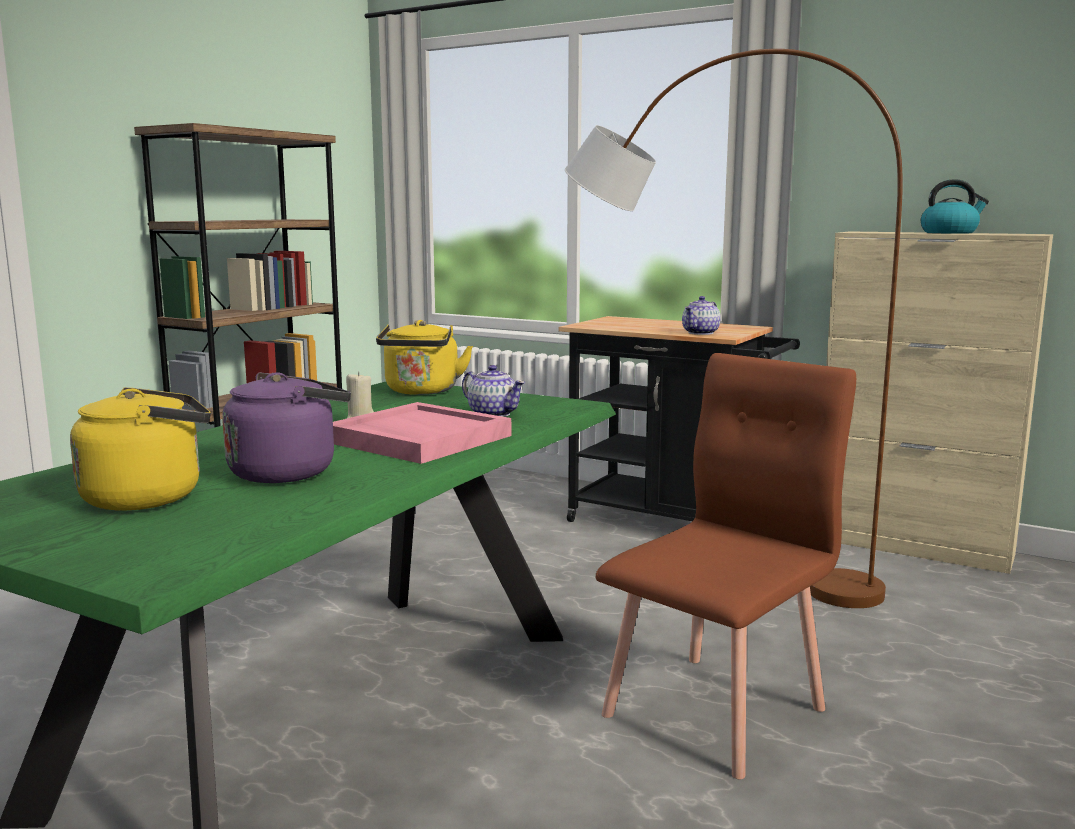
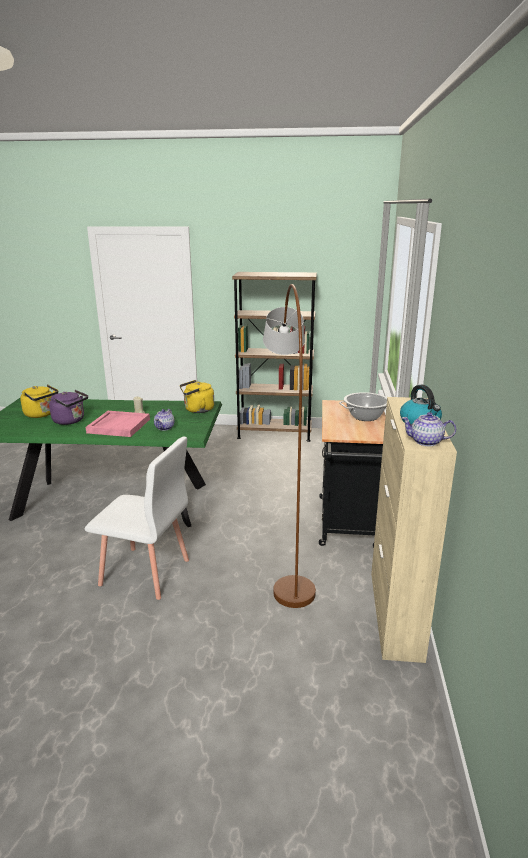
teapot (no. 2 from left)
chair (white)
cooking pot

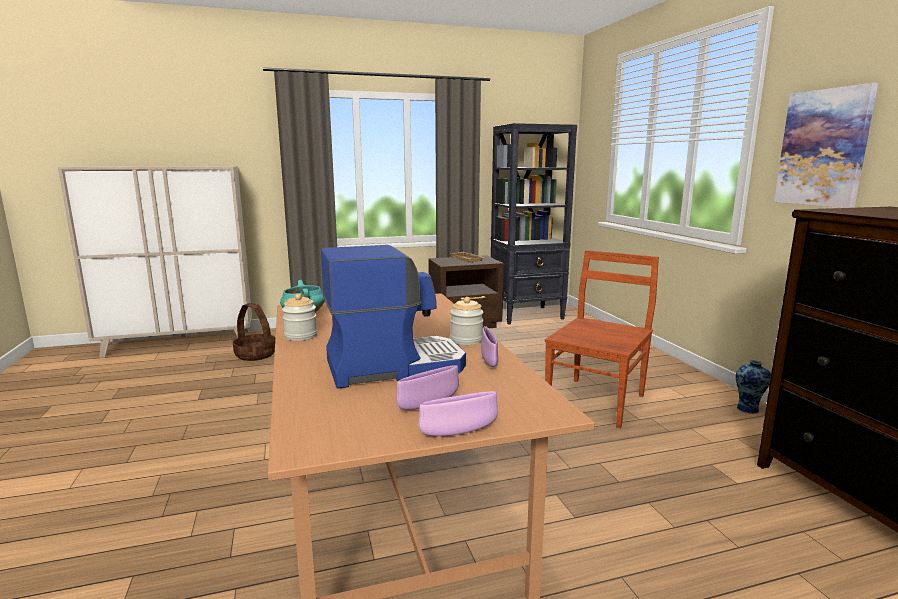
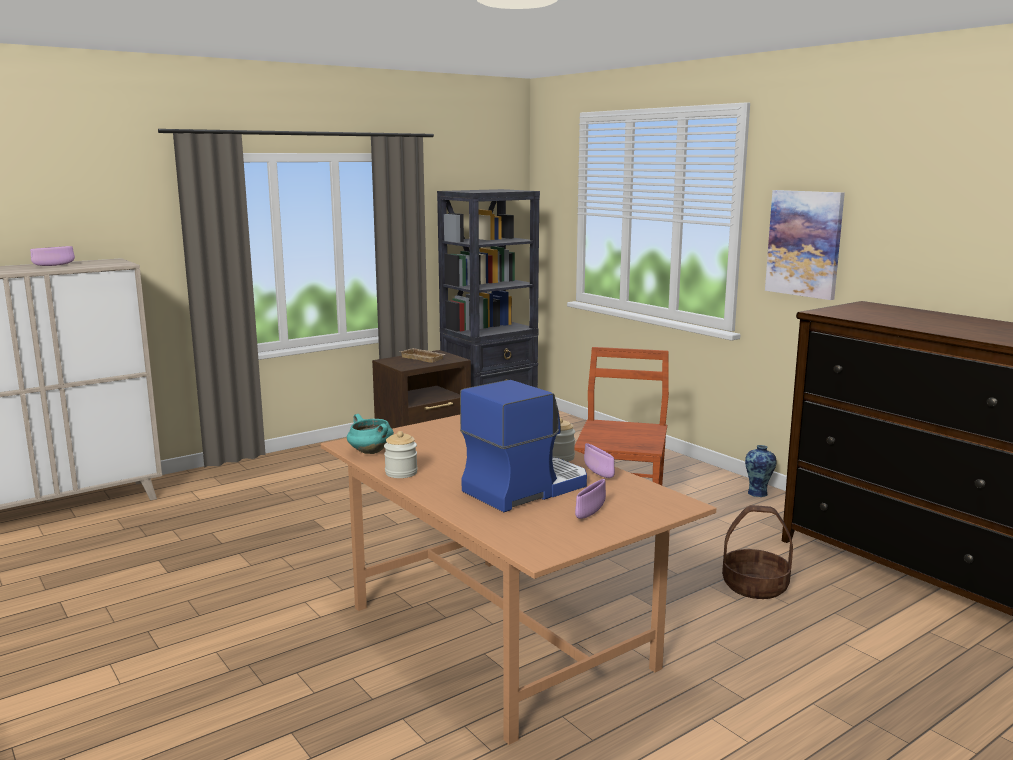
basket
bowl (purple) (no. 1 from left)

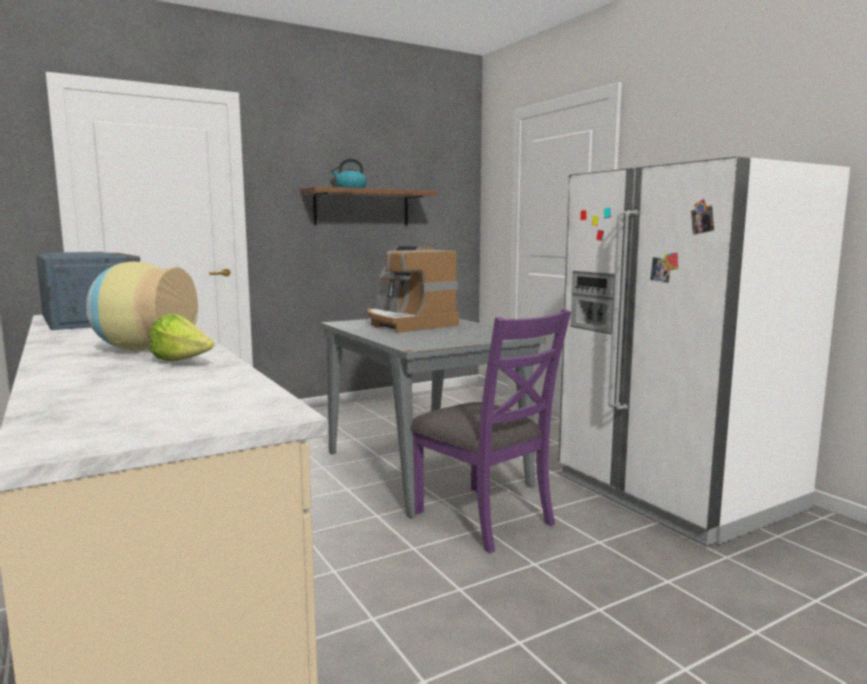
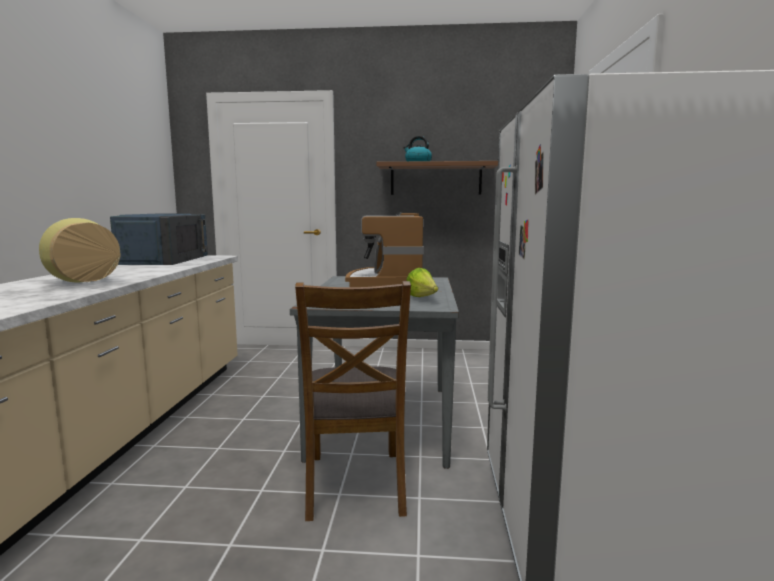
chair (brown)
lettuce

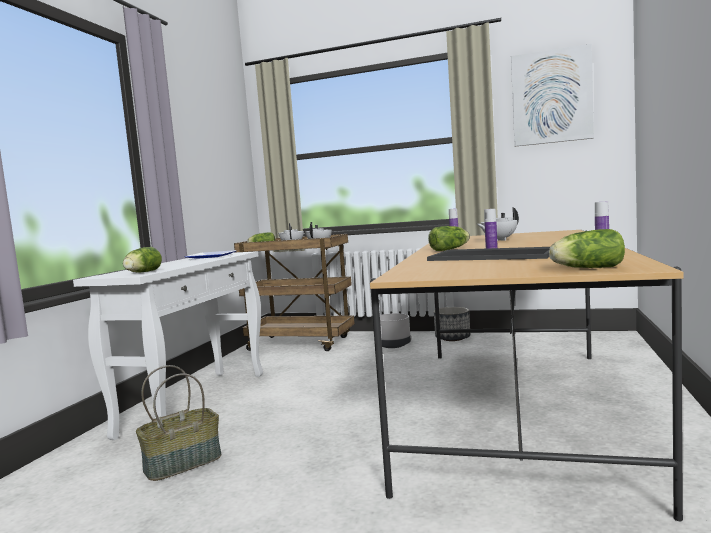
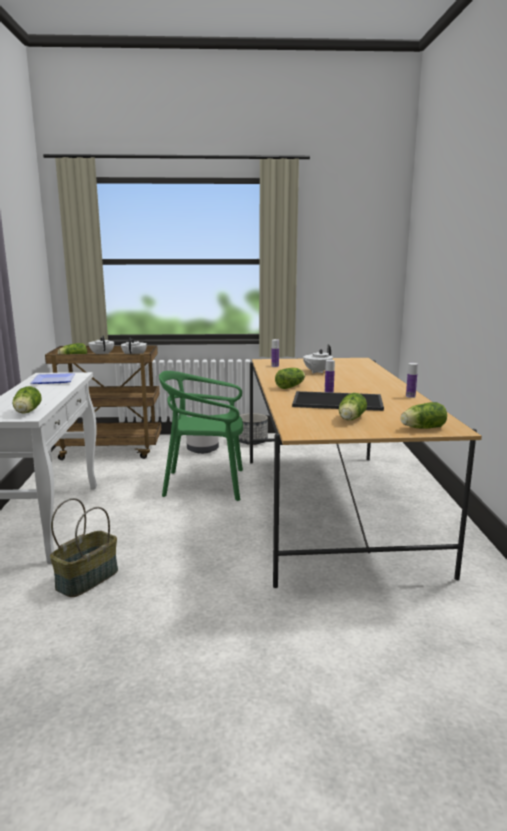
picture
chair (green)
lettuce (no. 4 from left)

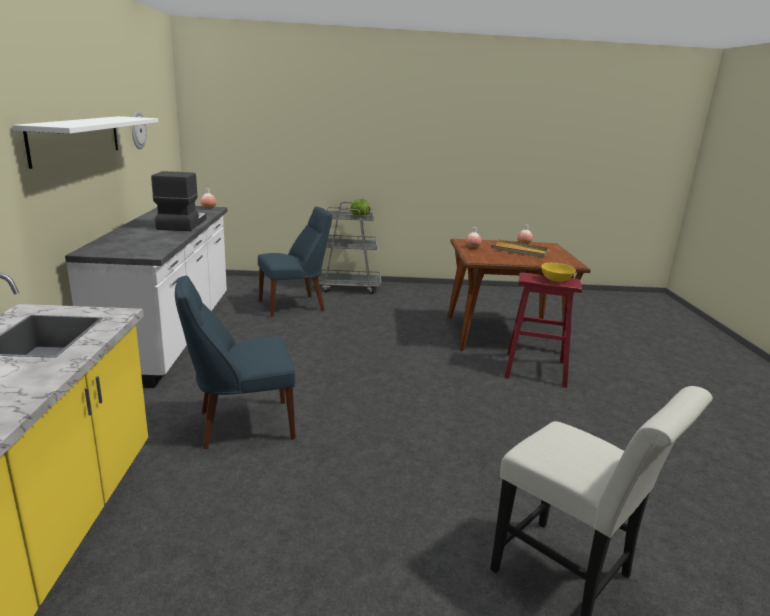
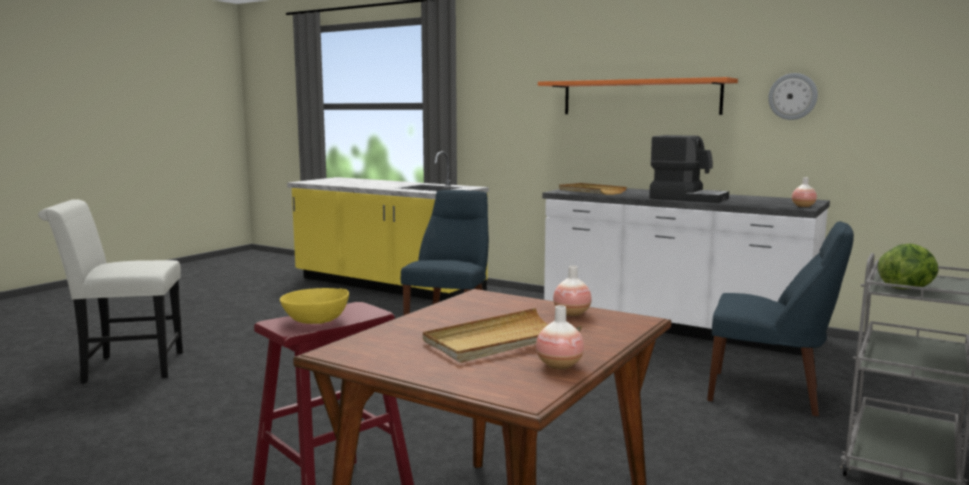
shelf (orange)
chair (blue) (no. 2 from left)
tray (beige) (no. 2 from left)

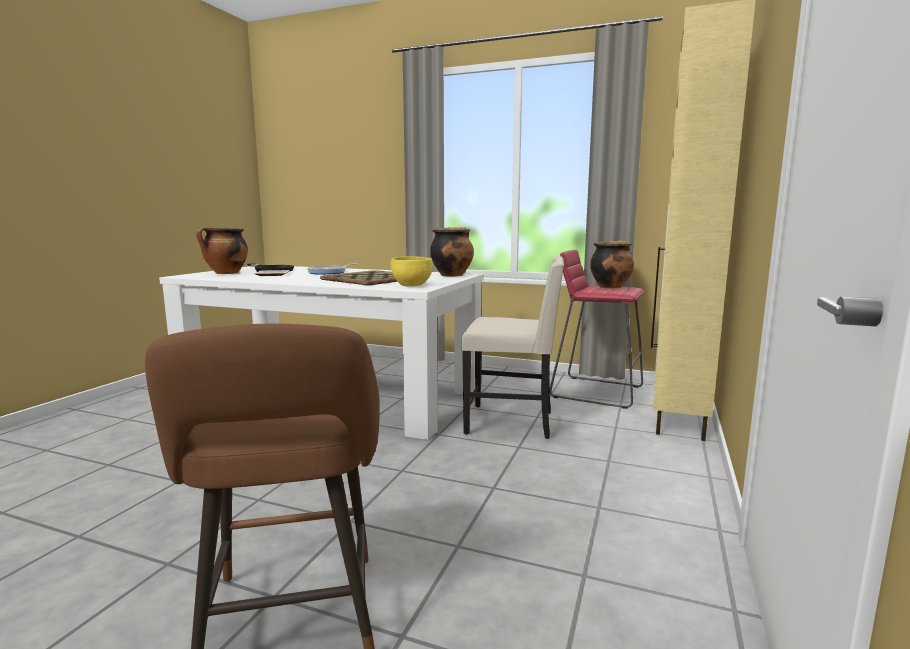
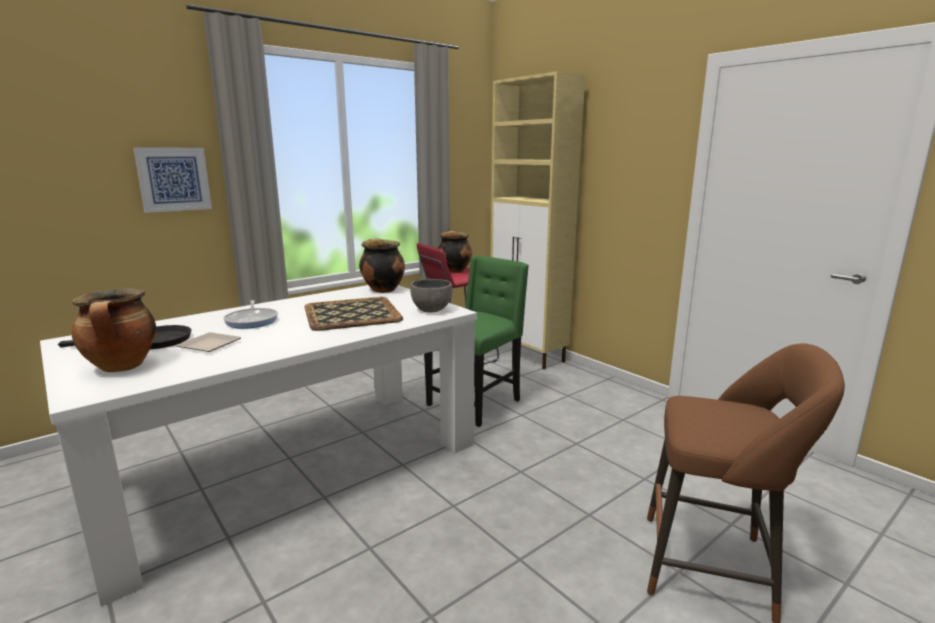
bowl (grey)
chair (green)
picture

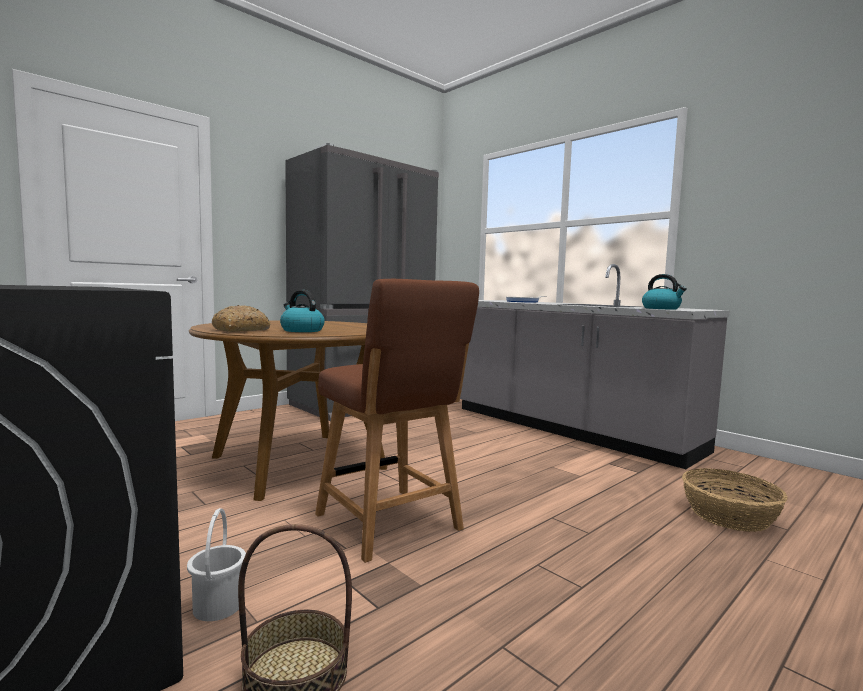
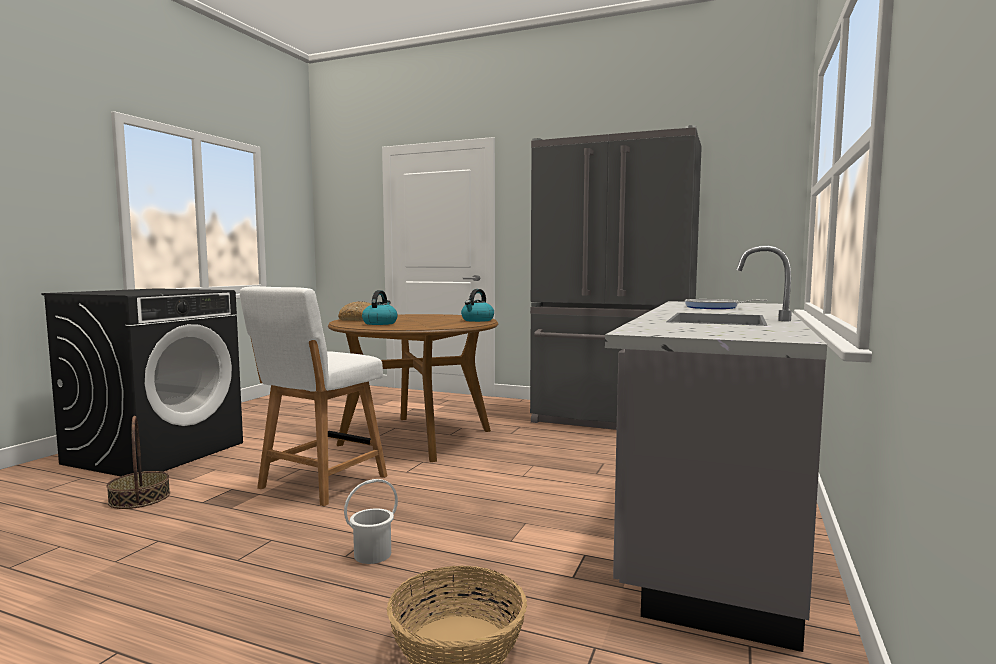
kettle (no. 2 from left)
chair (white)
bucket (white)

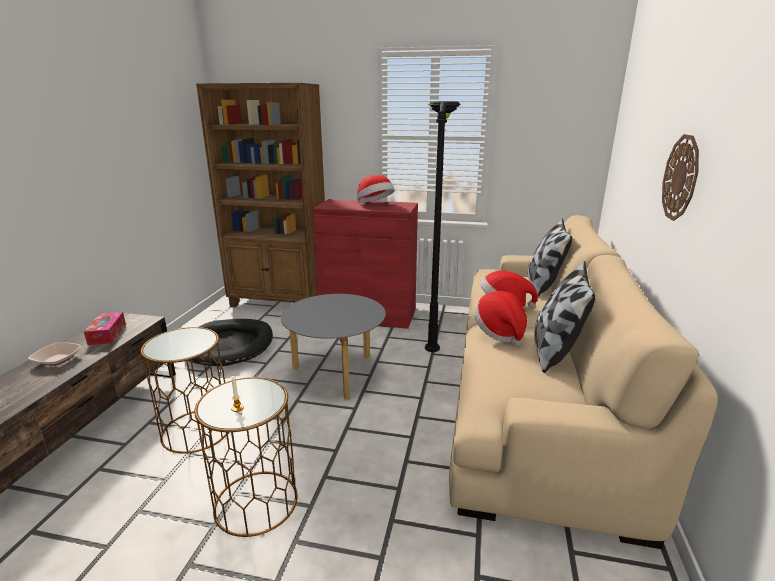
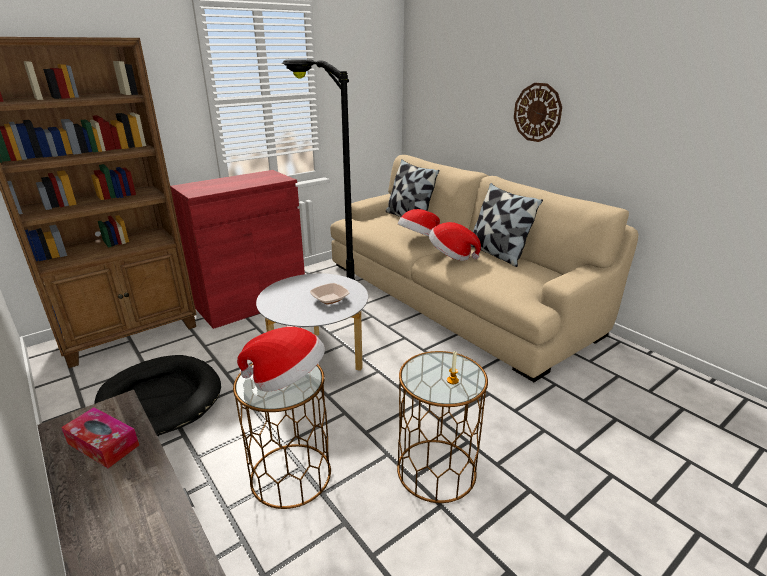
hat (no. 1 from left)
bowl

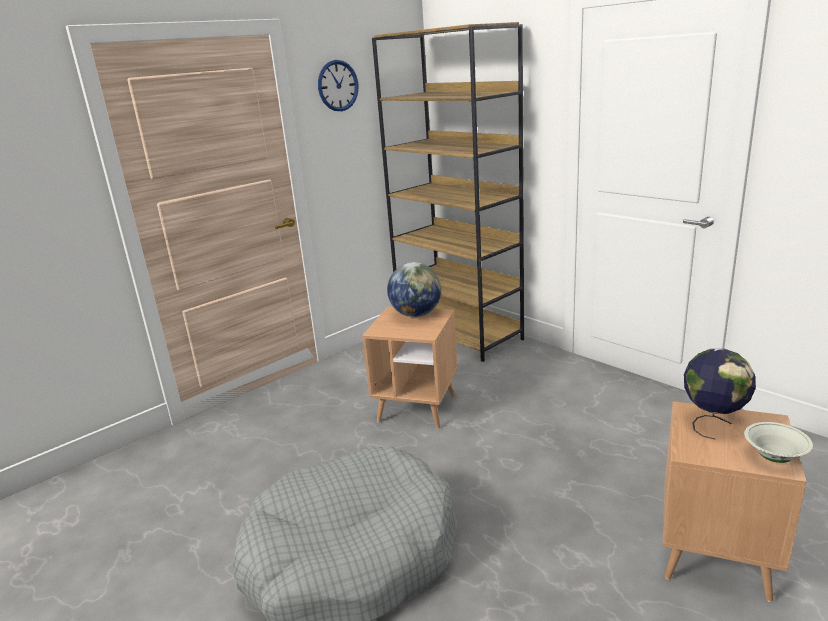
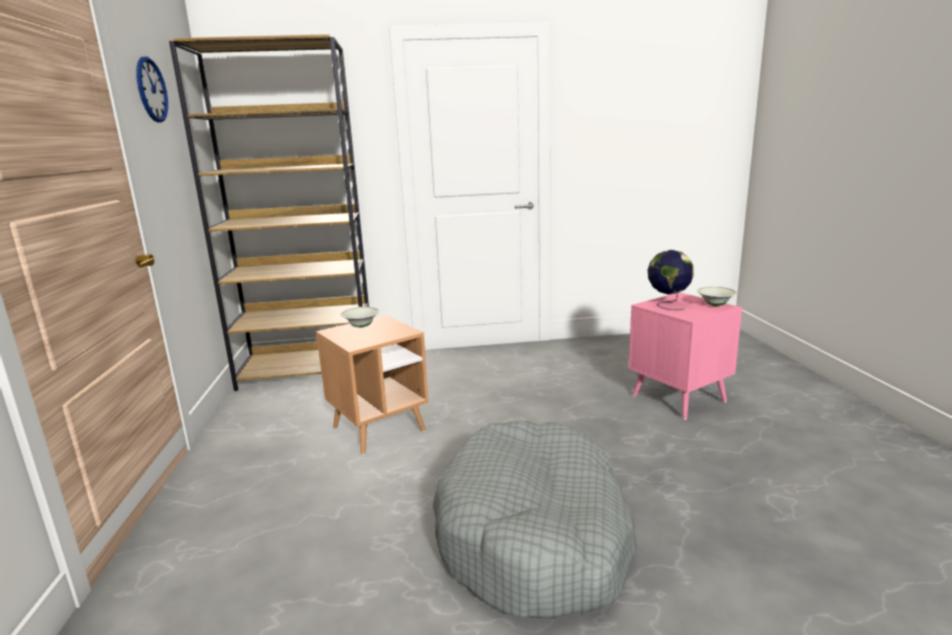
bowl (white) (no. 1 from left)
side table (pink)

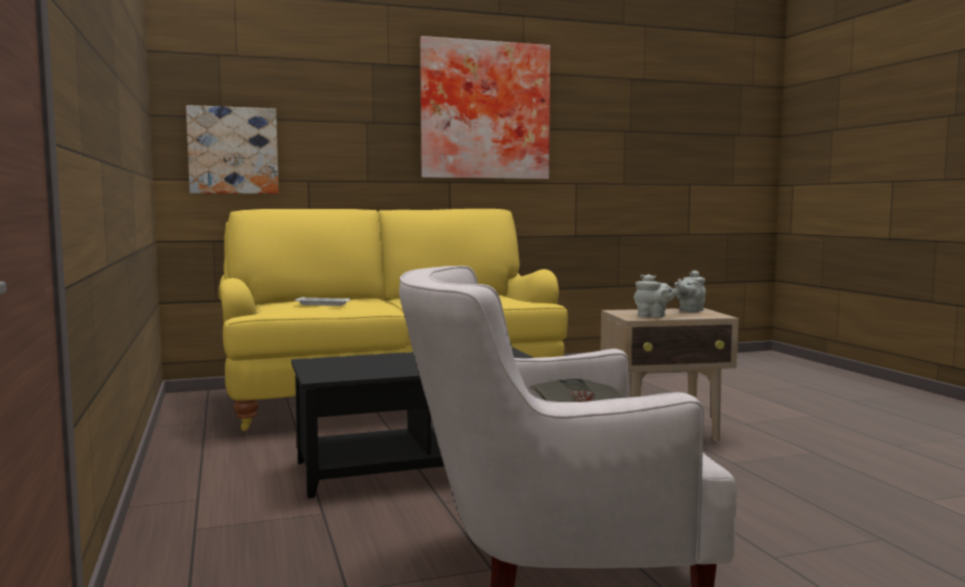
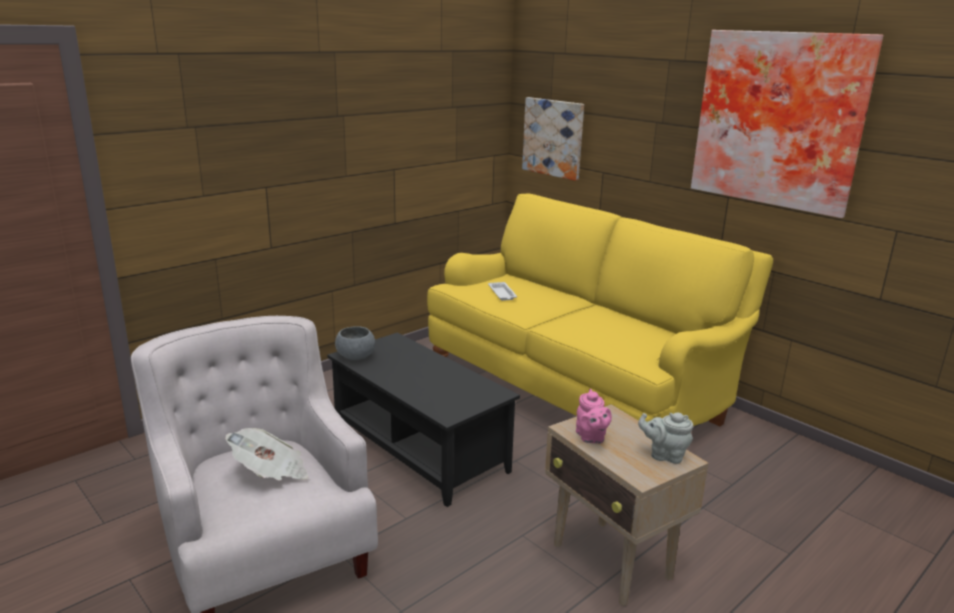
teapot (pink)
bowl (grey)

